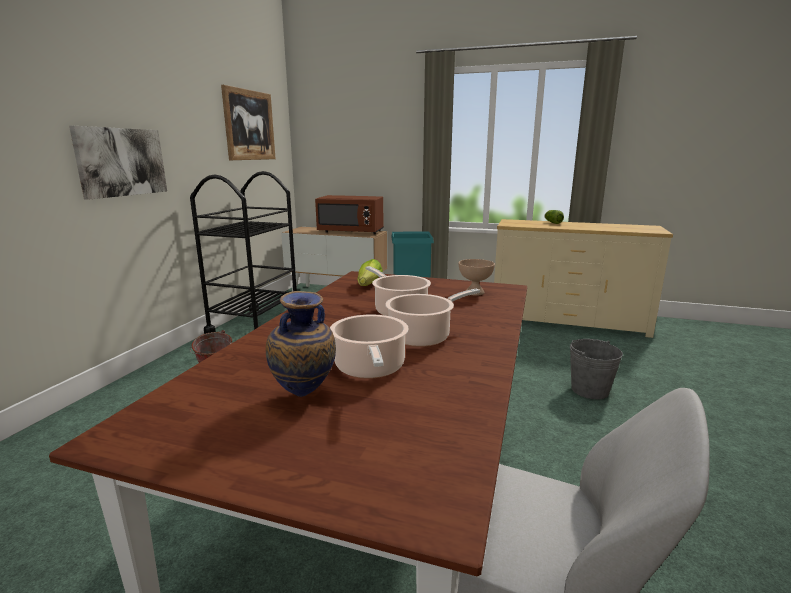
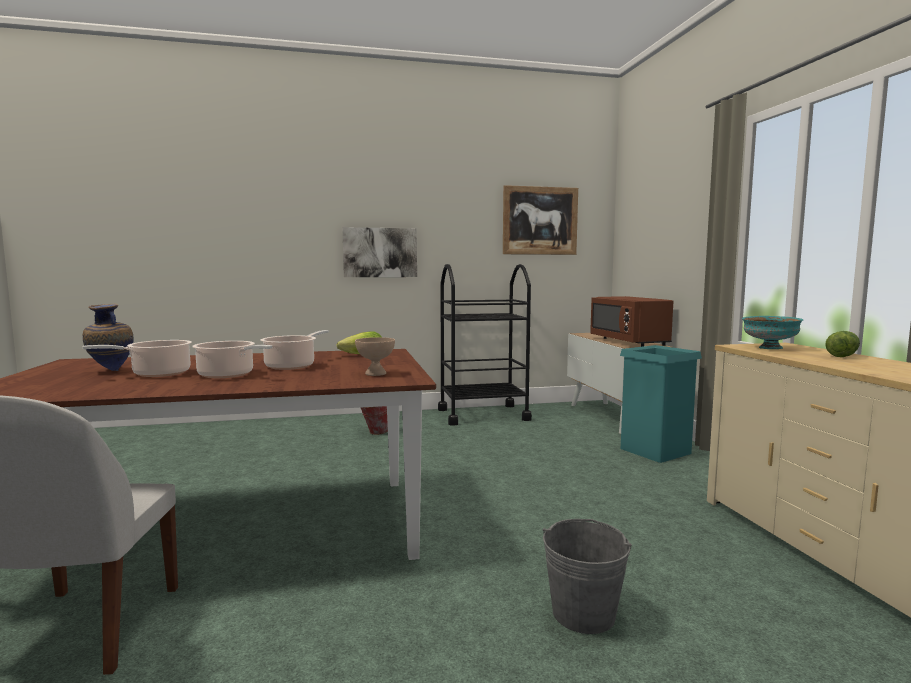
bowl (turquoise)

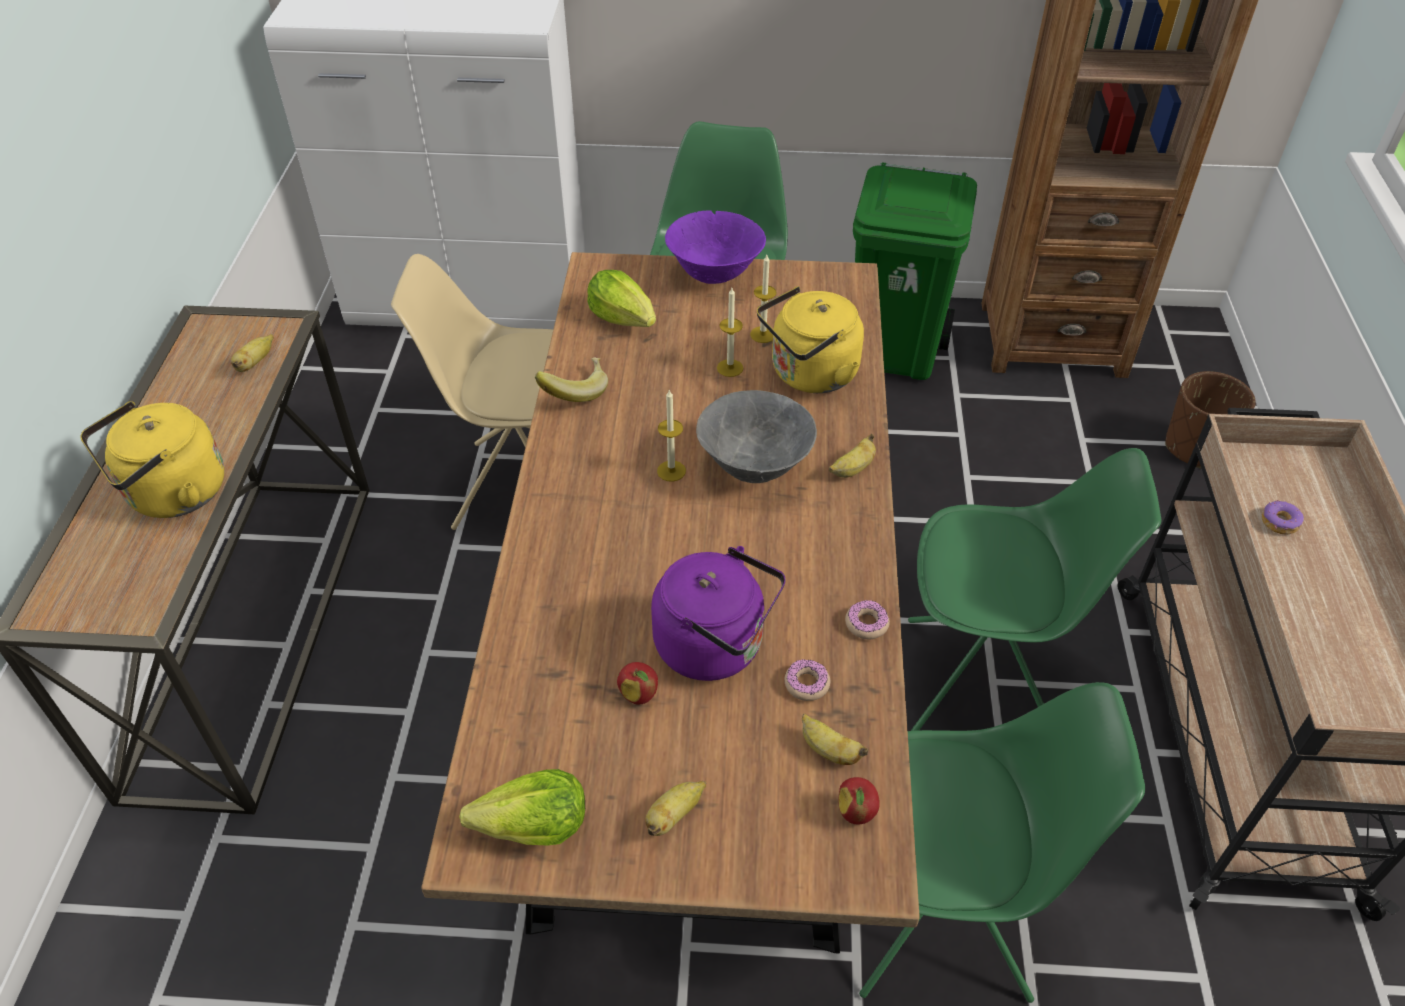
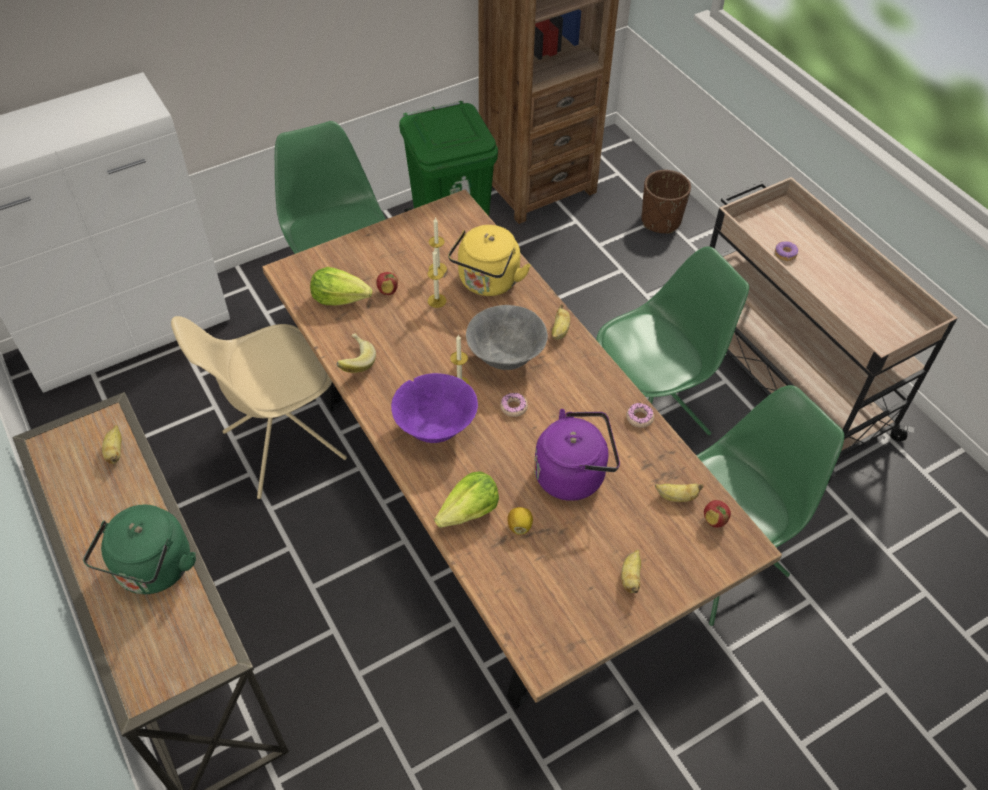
bowl (purple)
kettle (green)
donut (no. 1 from left)
apple (no. 1 from left)
lettuce (no. 2 from left)
lemon

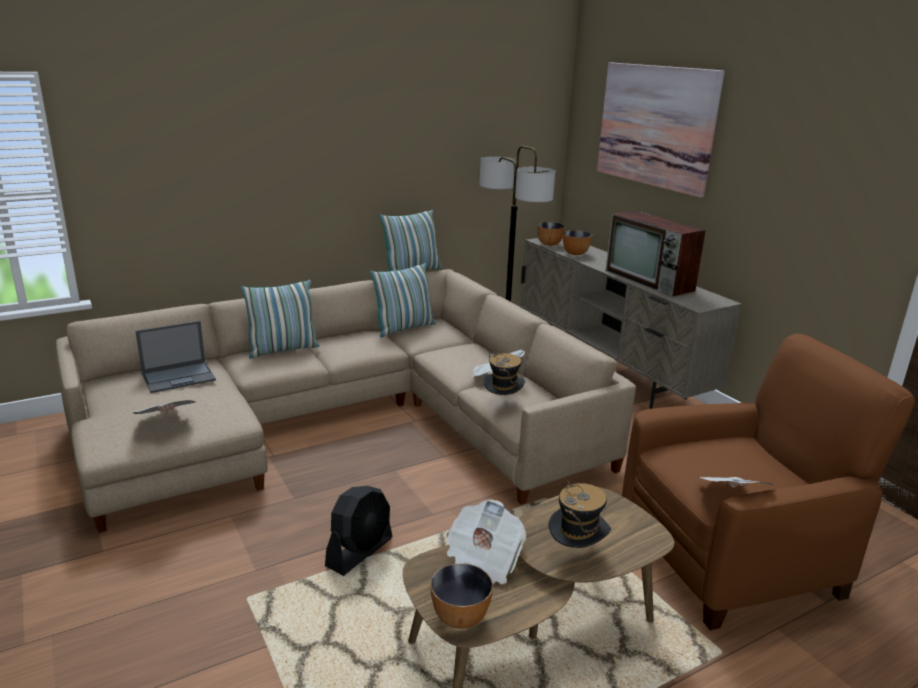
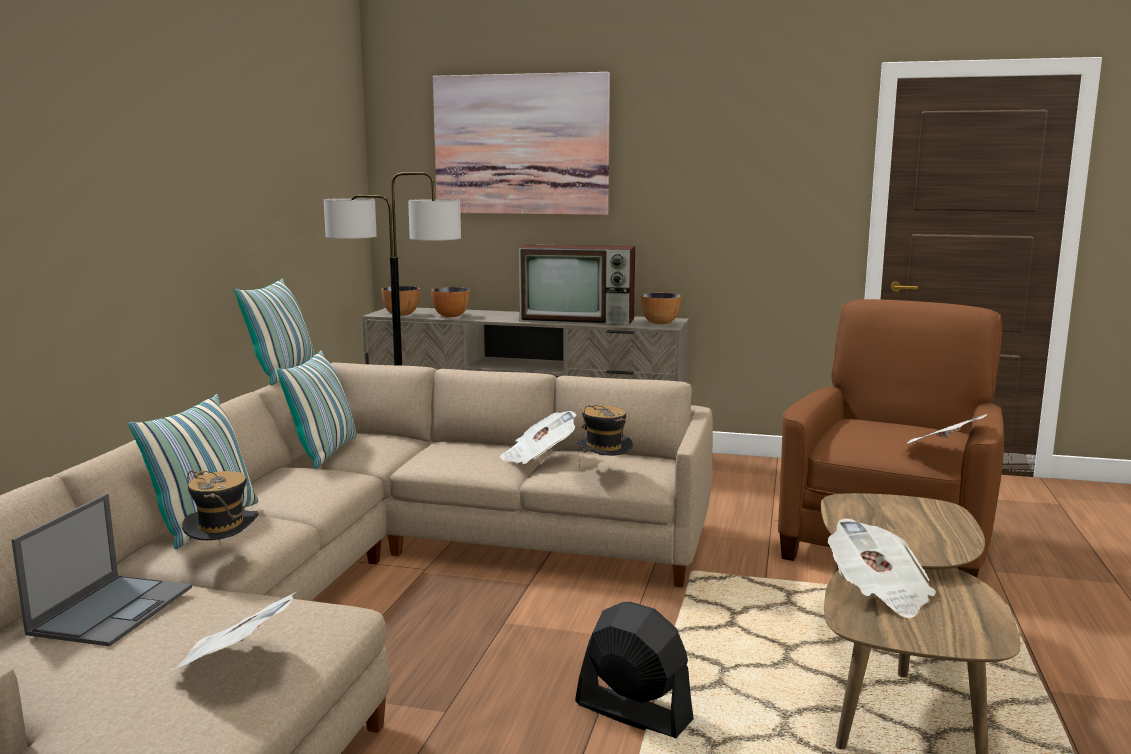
hat (no. 1 from left)
fan (black)
bowl (no. 3 from left)

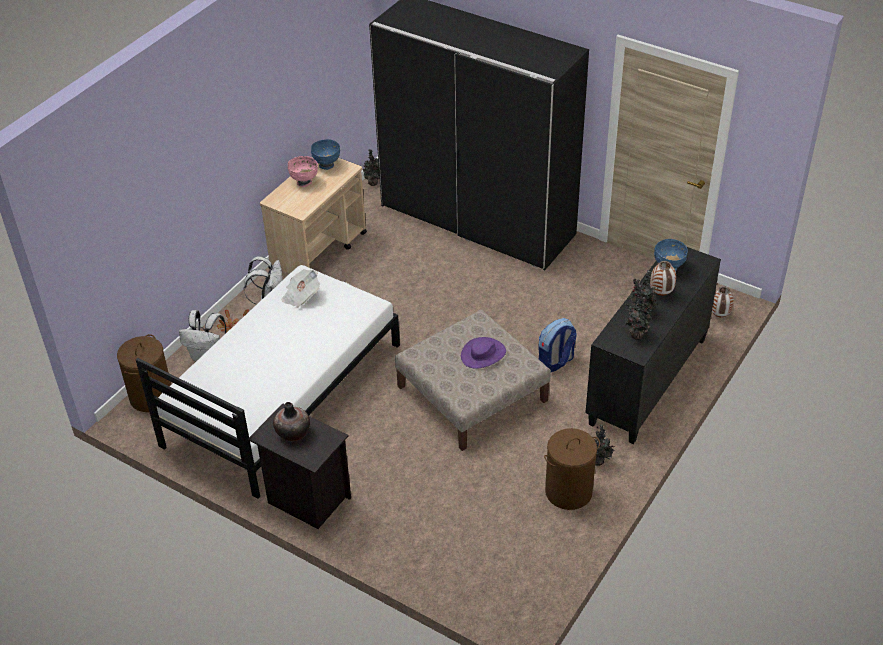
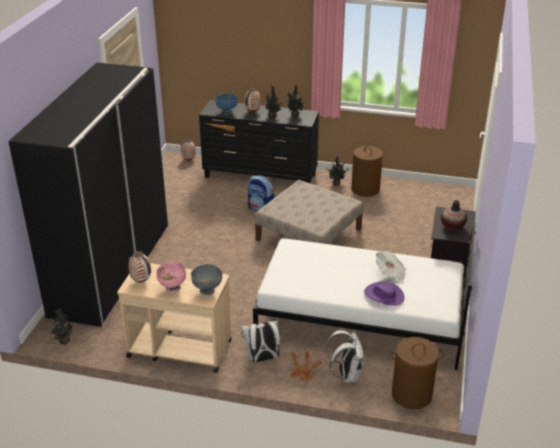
vase (no. 1 from left)
newspaper
hat (purple)
bowl (grey)

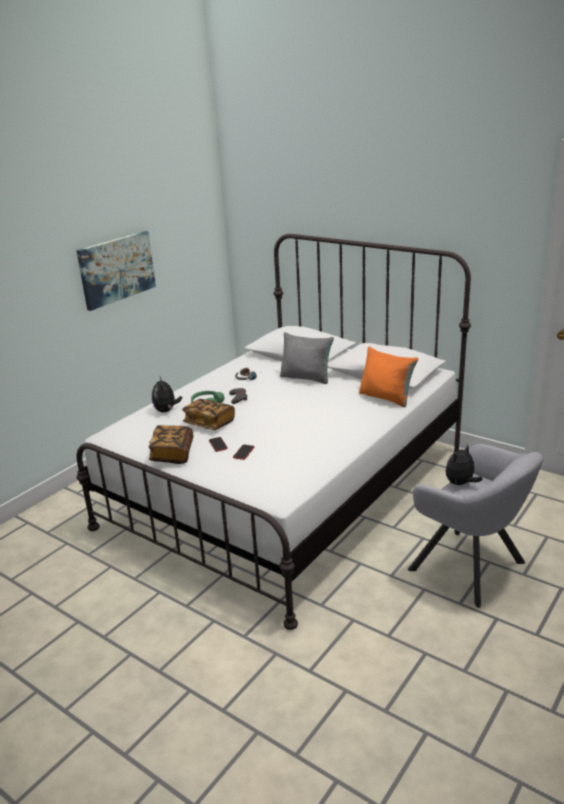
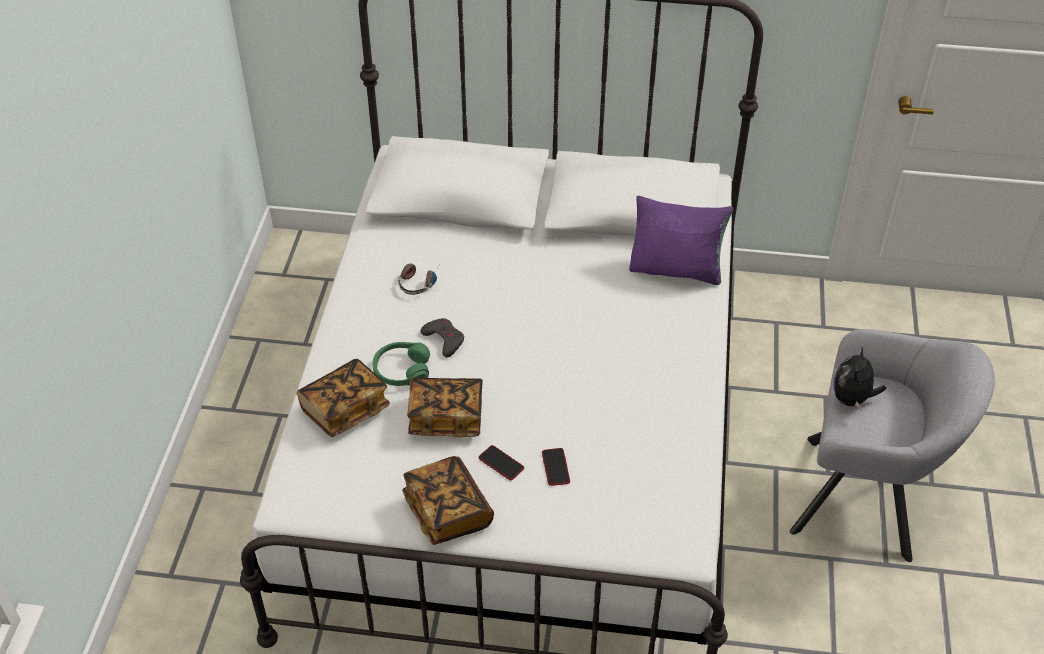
picture
pillow (grey)
pillow (purple)
book (no. 1 from left)

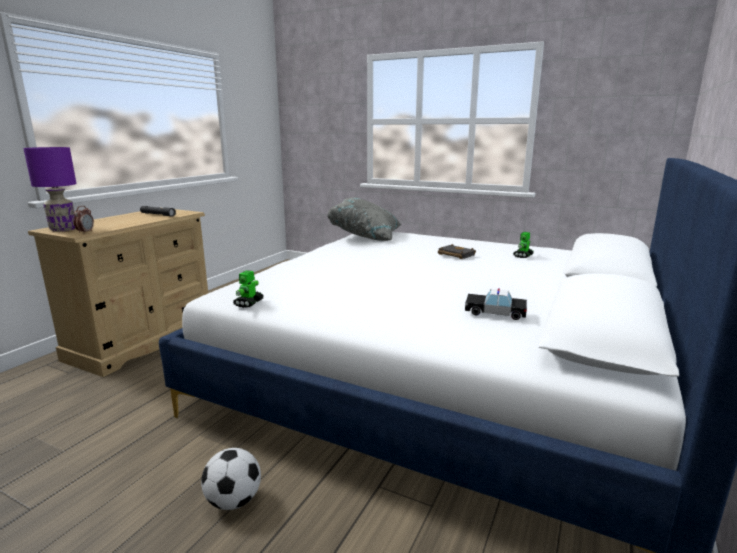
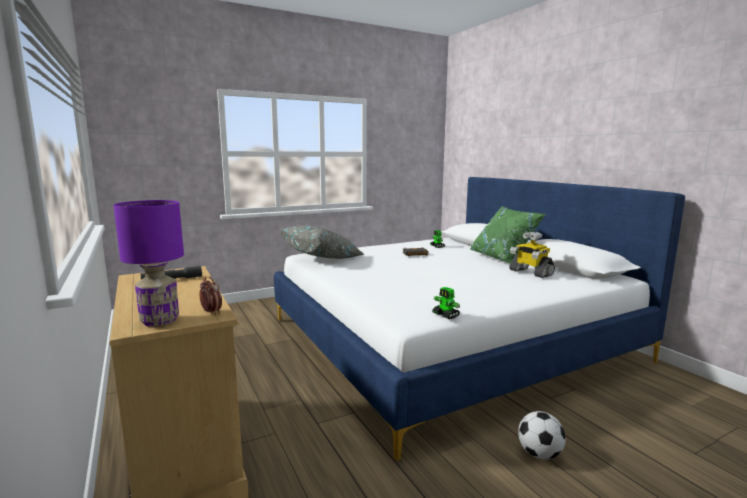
toy robot (no. 3 from left)
pillow (green)

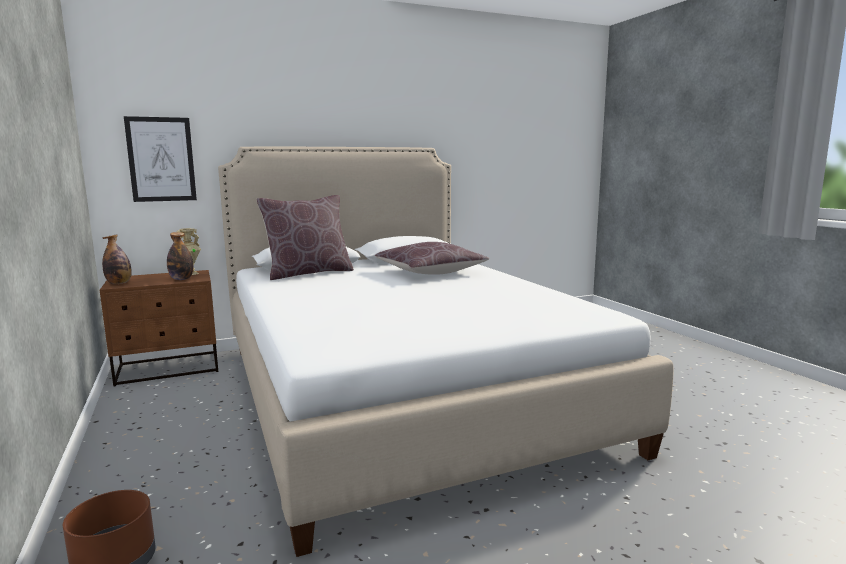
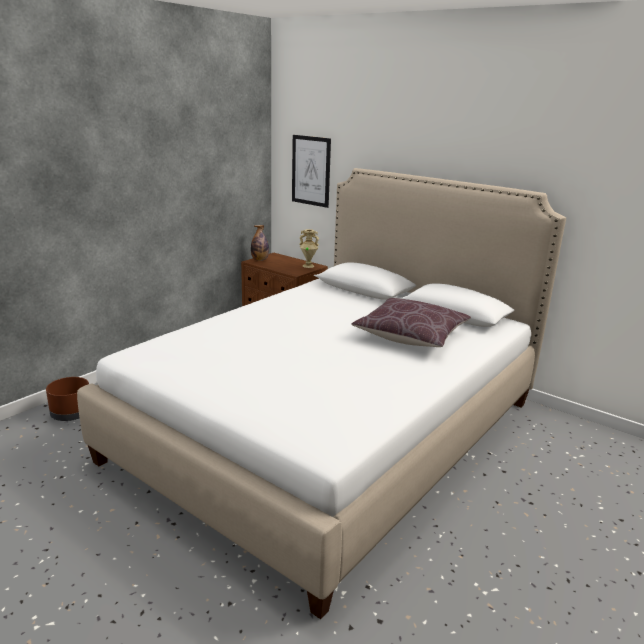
pillow (brown) (no. 1 from left in the first image)
bottle (no. 2 from left in the first image)

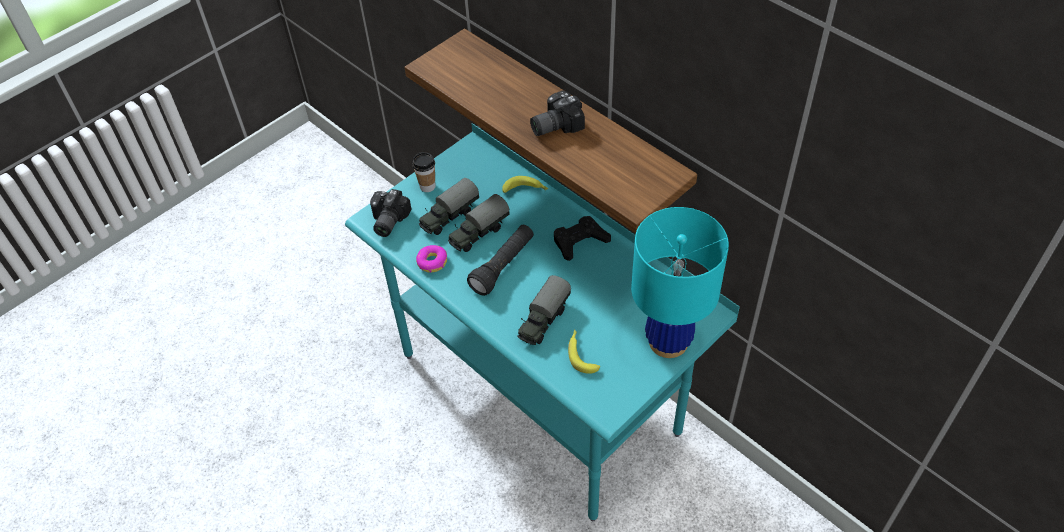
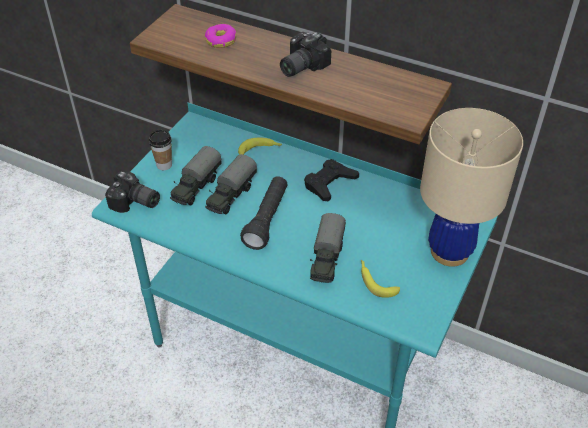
photo camera (no. 1 from left)
table lamp (beige)
donut

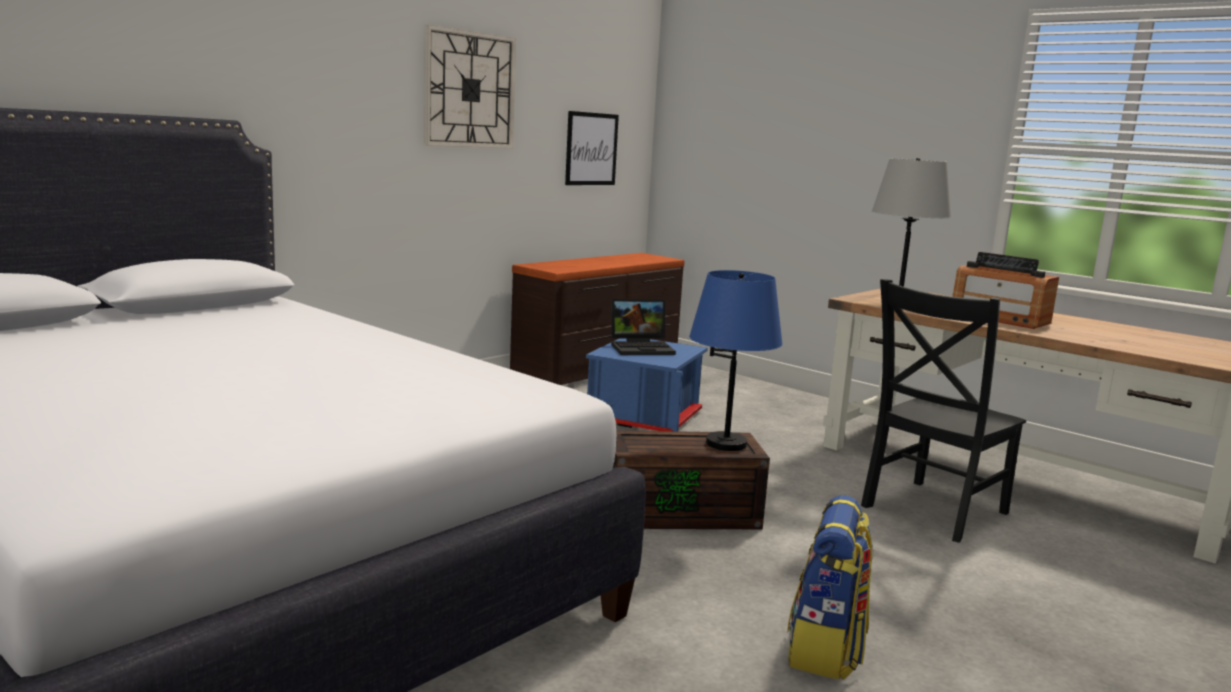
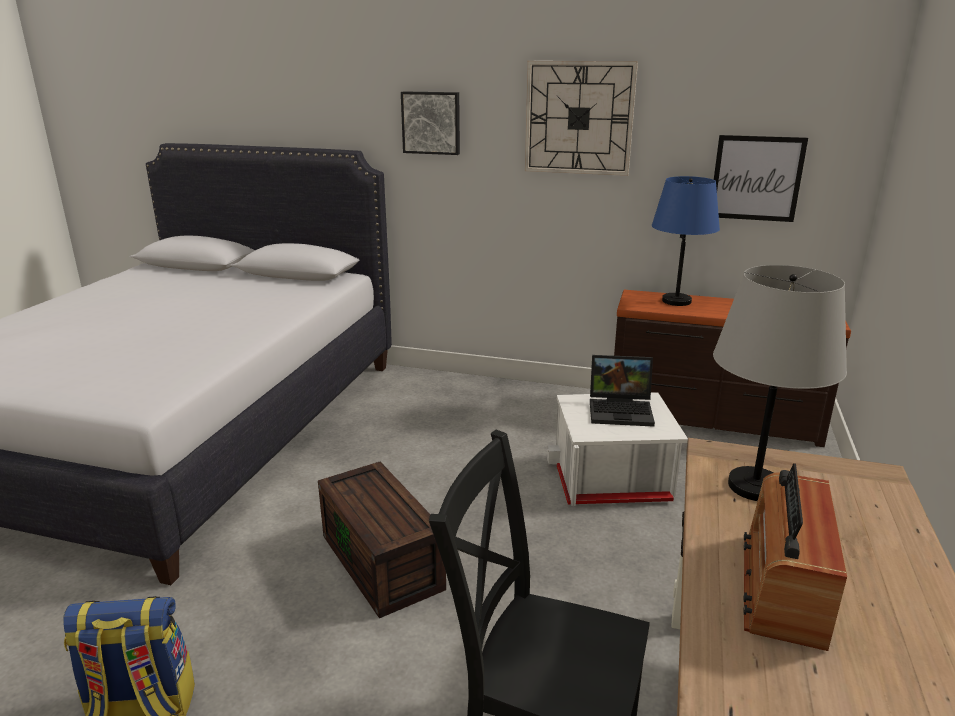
table lamp (blue)
laptop
storage box (white)
picture (no. 1 from left)

